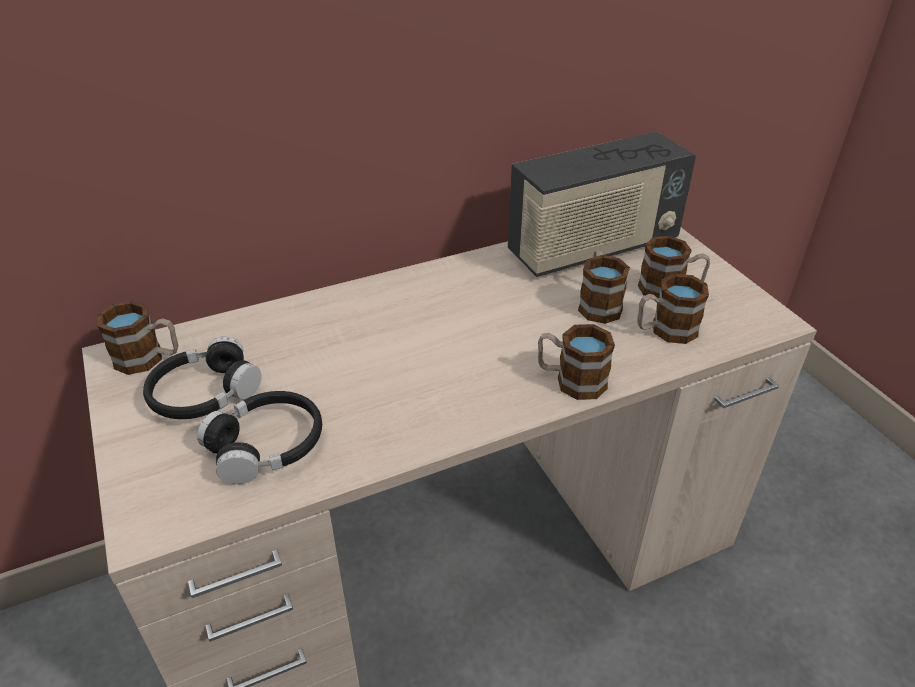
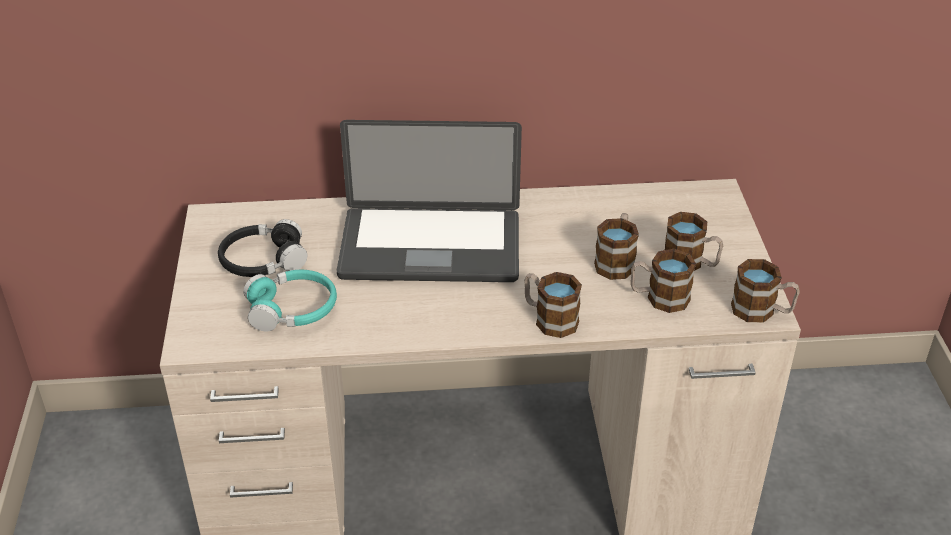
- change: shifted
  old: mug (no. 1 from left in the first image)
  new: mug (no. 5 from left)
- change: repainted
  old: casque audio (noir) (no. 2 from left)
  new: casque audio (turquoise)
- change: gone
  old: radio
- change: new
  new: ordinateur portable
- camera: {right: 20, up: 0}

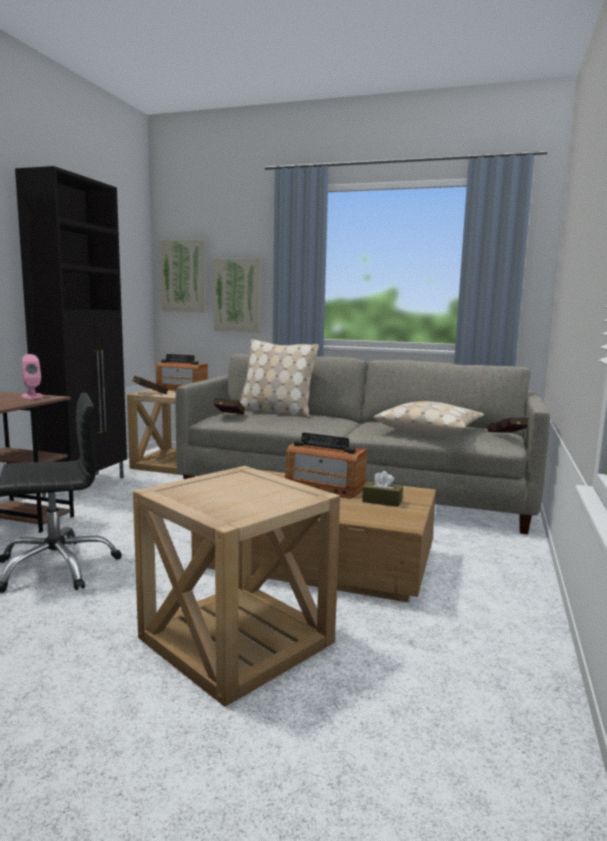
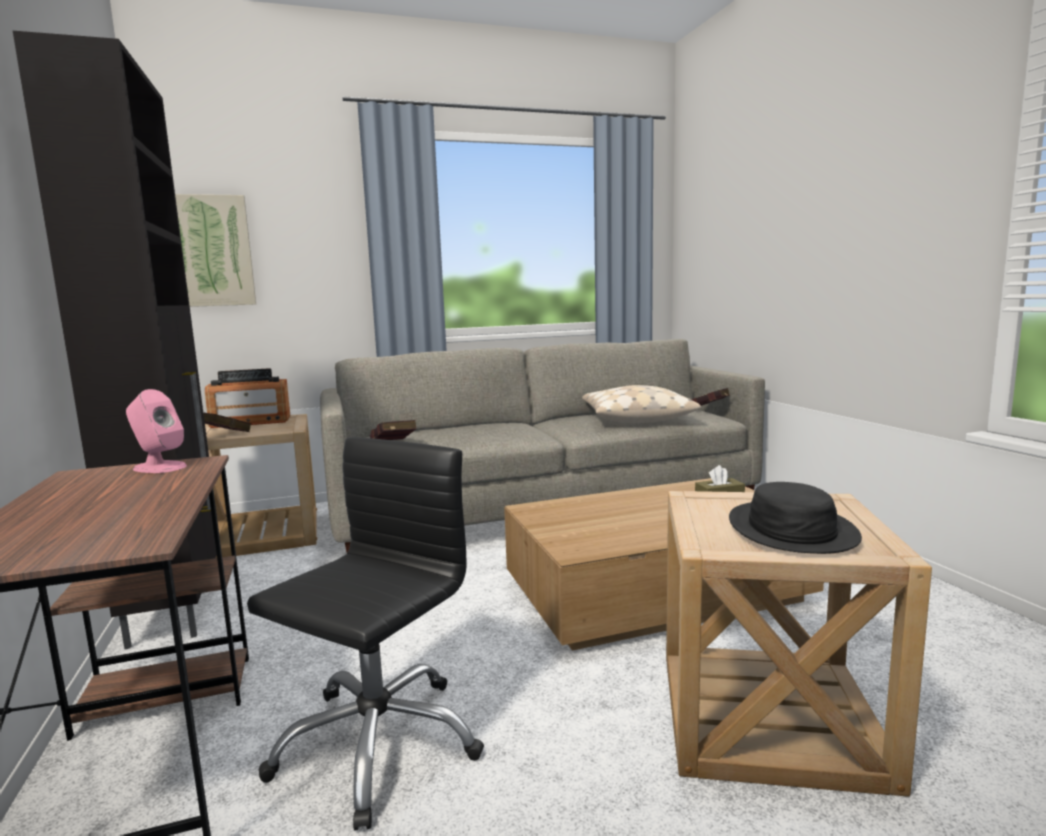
- change: gone
  old: tableau (no. 2 from left)
- change: gone
  old: coussin (beige) (no. 1 from left)
- change: gone
  old: radio (no. 2 from left)
- change: new
  new: chapeau (noir)
- camera: {right: -35, up: 0}

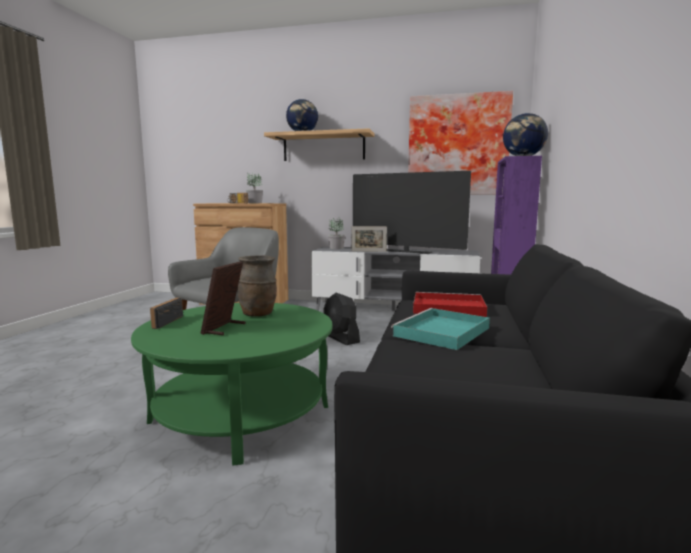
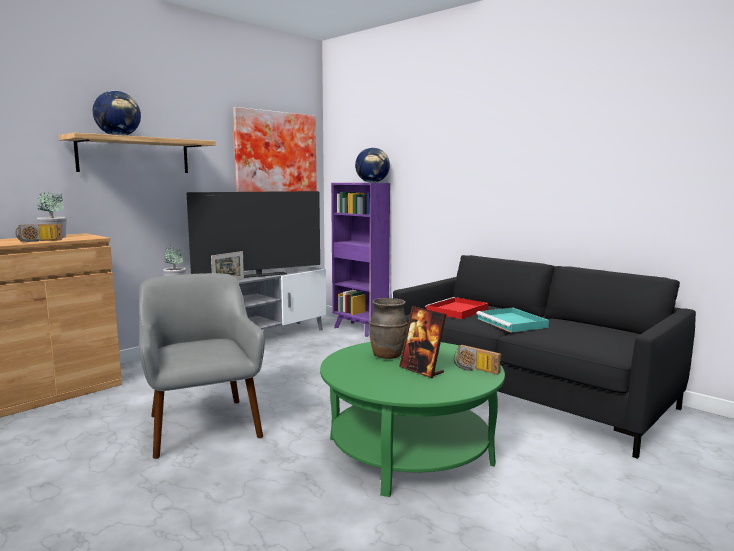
- change: shifted
  old: radio (no. 1 from left in the first image)
  new: radio (no. 2 from left)
- change: gone
  old: ventilateur (noir)
- camera: {right: -60, up: 0}

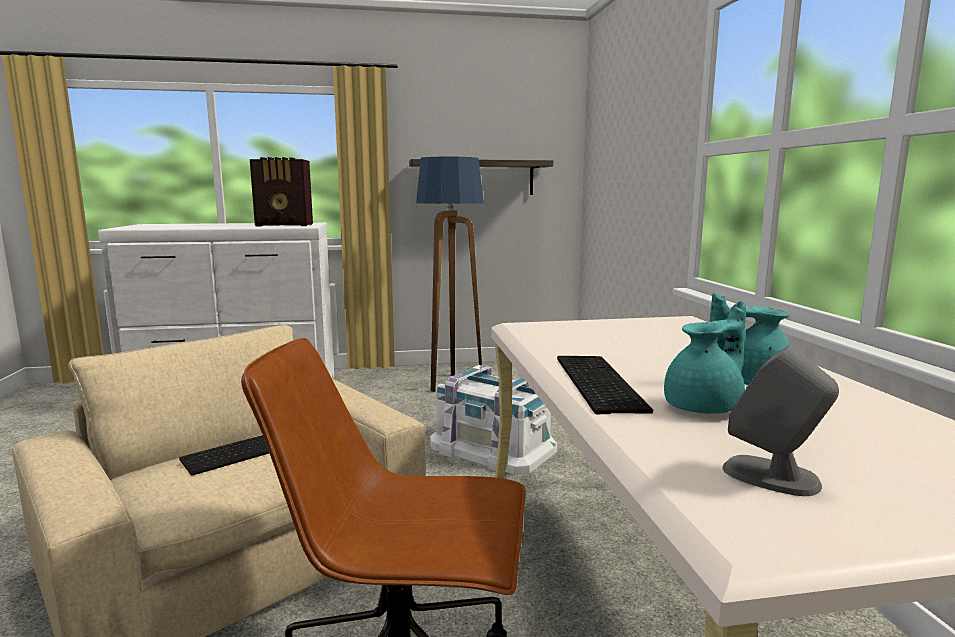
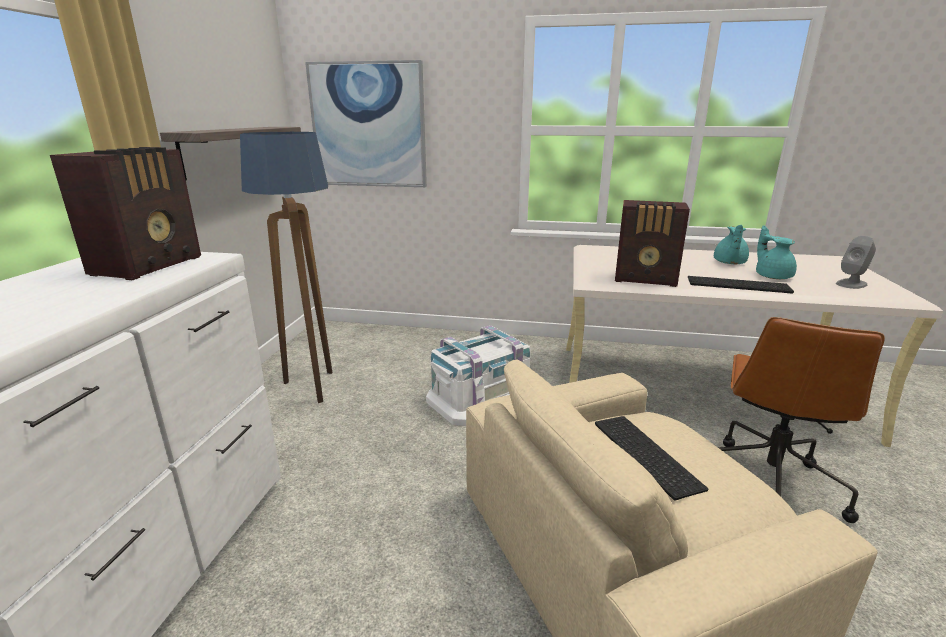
- change: new
  new: tableau
- change: new
  new: radio (no. 2 from left)
- camera: {right: -70, up: 10}

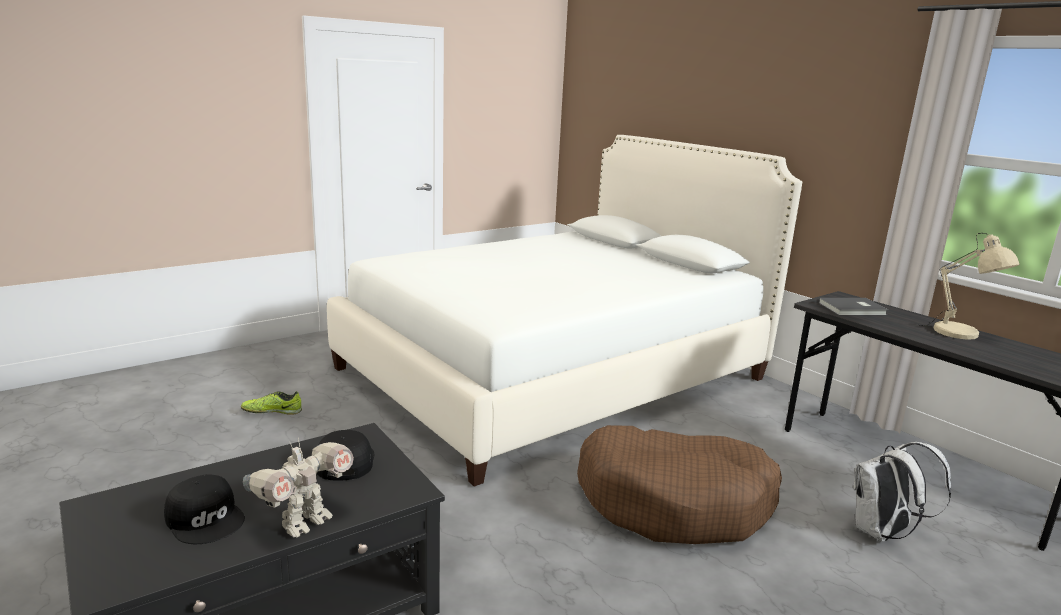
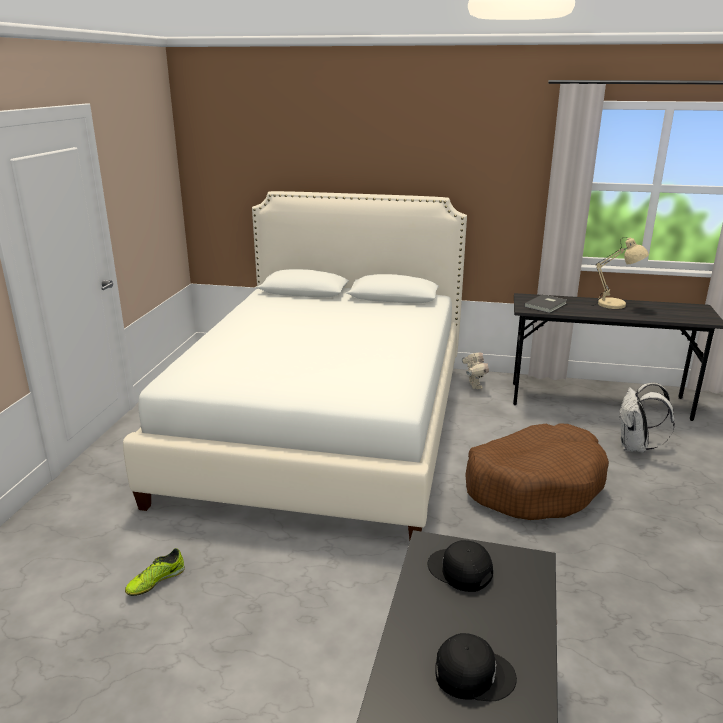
- change: shifted
  old: robot jouet
- camera: {right: -40, up: 5}

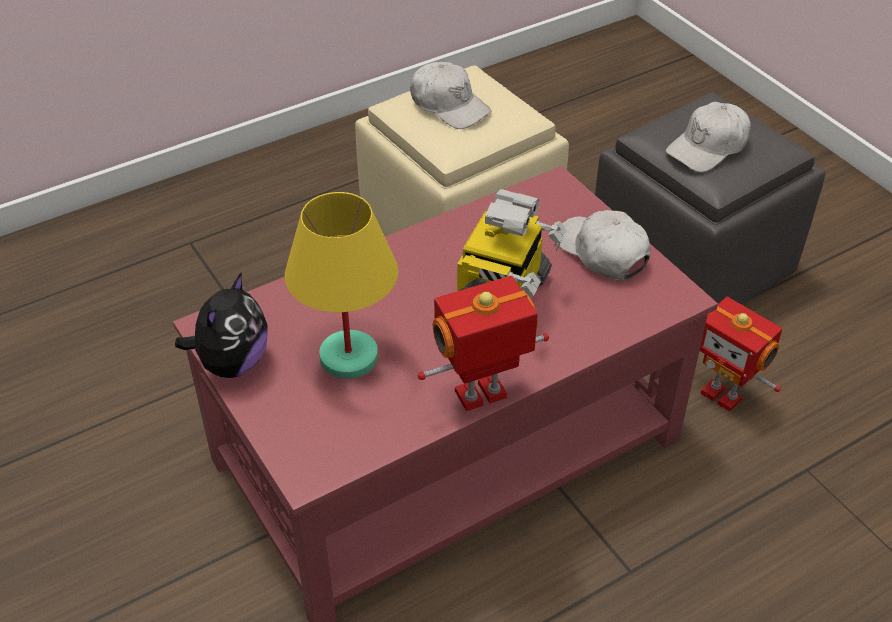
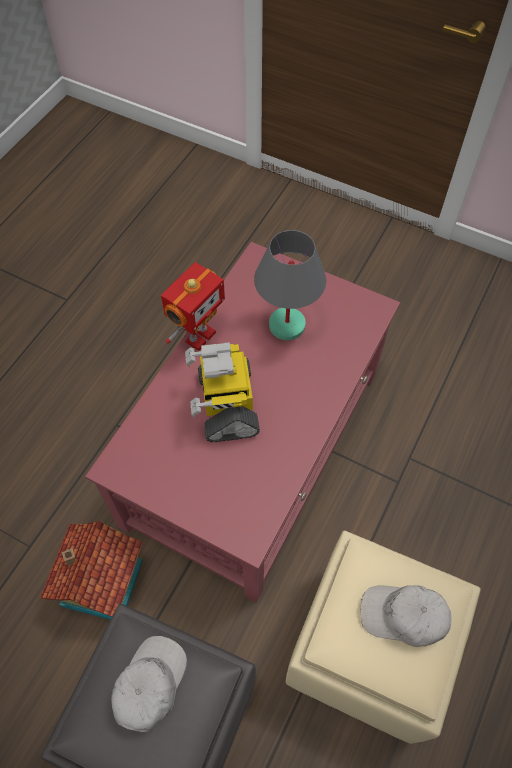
- change: gone
  old: peluche
- change: repainted
  old: lampe de table (jaune)
  new: lampe de table (gris)
- change: gone
  old: casquette (blanc) (no. 2 from left)
- change: swapped
  old: robot jouet (no. 3 from left)
  new: maison miniature
- camera: {right: 150, up: 15}

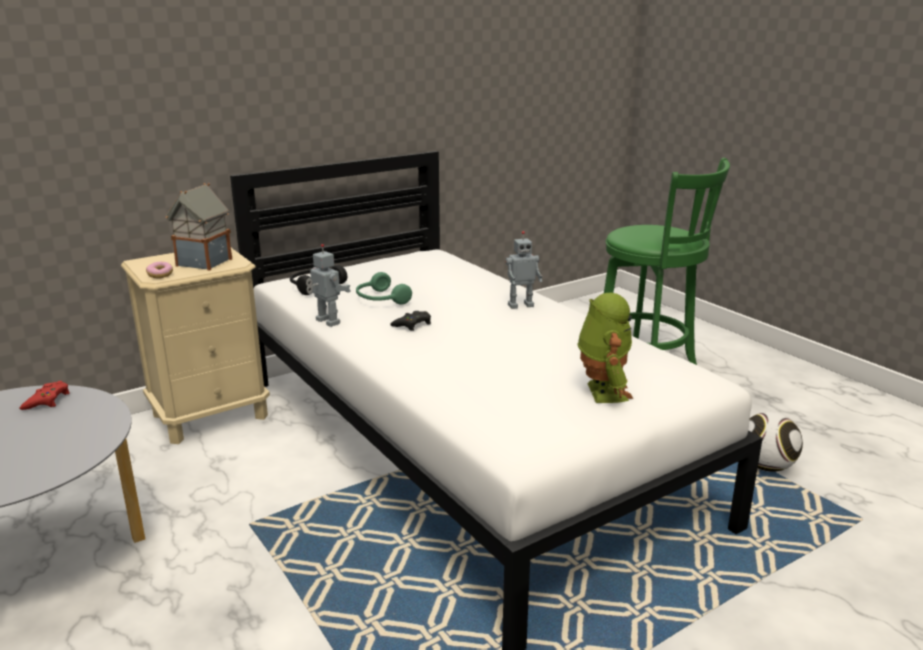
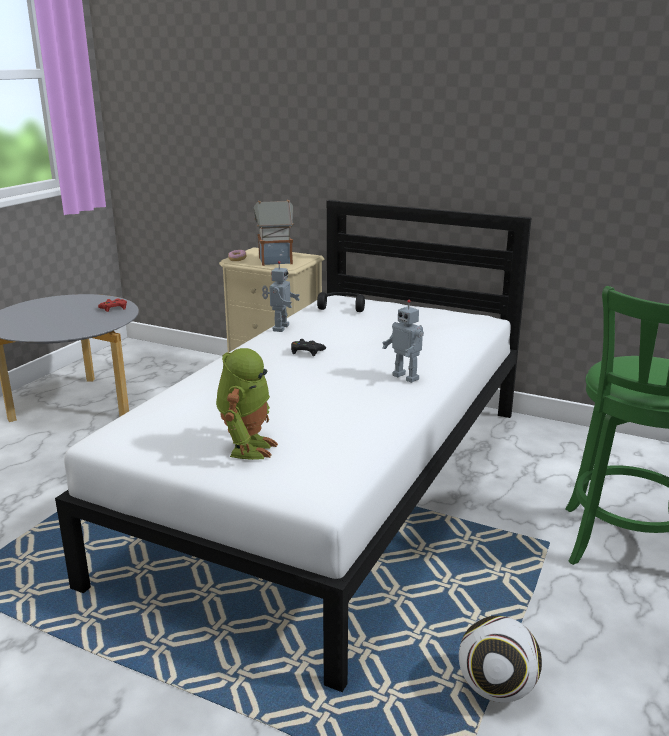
- change: gone
  old: casque audio (vert)
- change: rotated
  old: robot jouet (no. 3 from left in the first image)
  degrees: -45
- camera: {right: 60, up: 0}

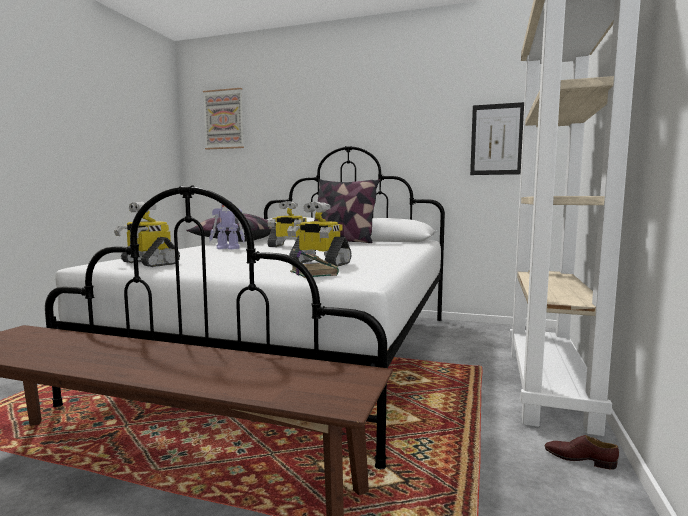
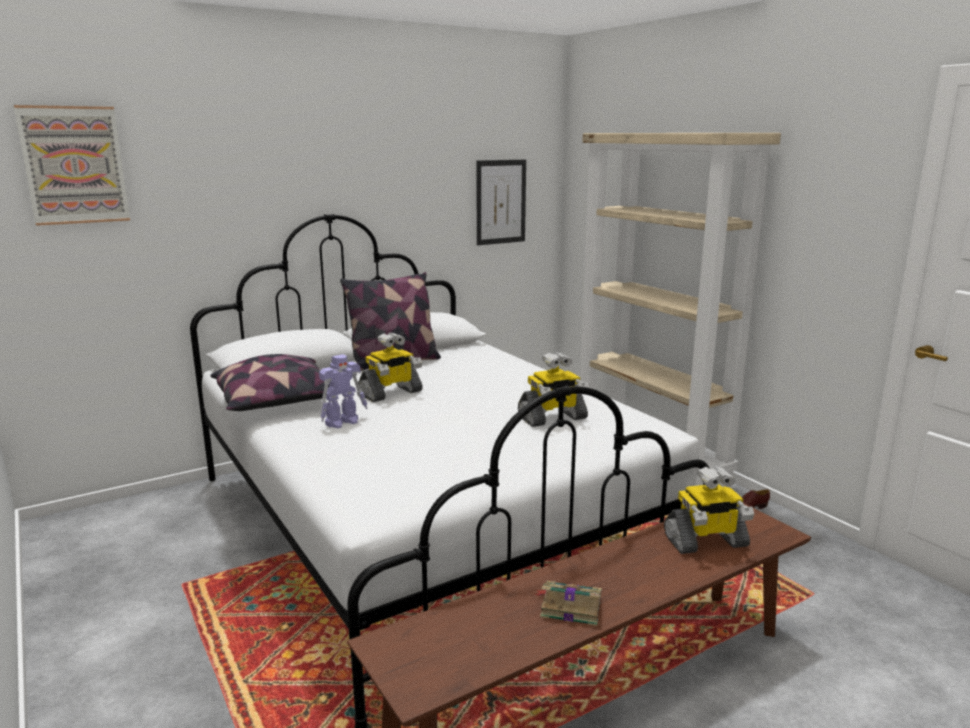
- change: shifted
  old: robot jouet (no. 1 from left in the first image)
  new: robot jouet (no. 4 from left)
- change: shifted
  old: livre
- camera: {right: -50, up: 10}

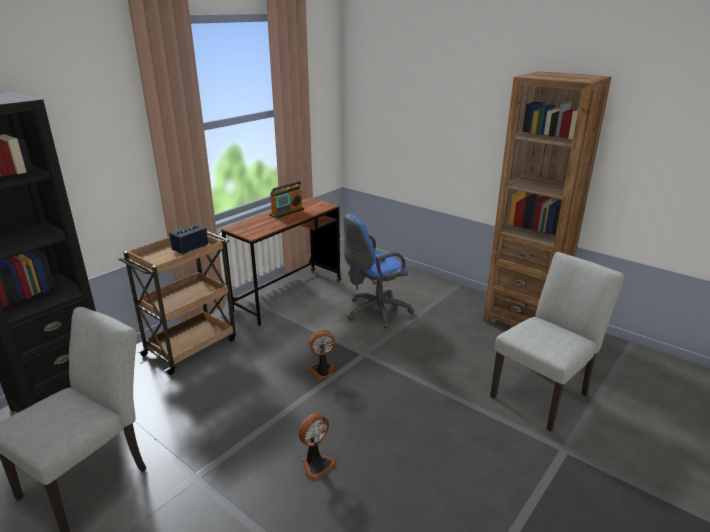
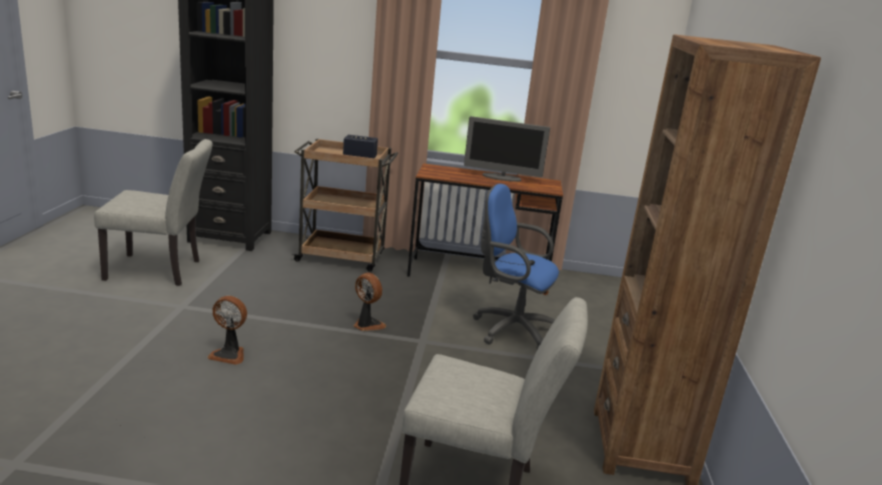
- change: swapped
  old: radio
  new: écran d'ordinateur
- camera: {right: 55, up: -5}

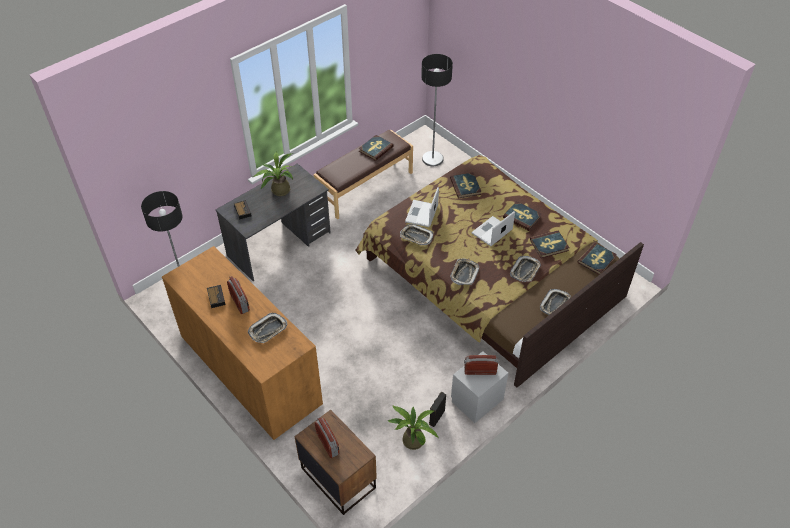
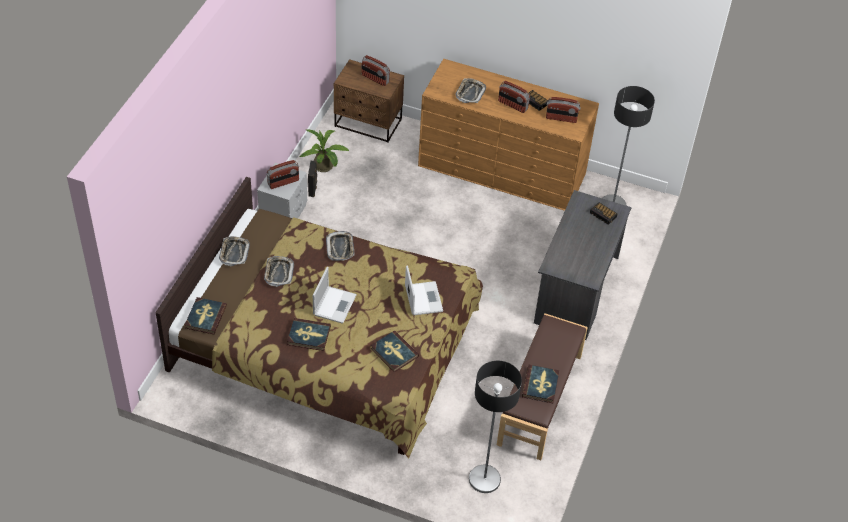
- change: gone
  old: plante en pot (no. 1 from left)
- change: gone
  old: plateau (no. 2 from left)
- change: gone
  old: livre (no. 4 from left)
- change: new
  new: radio (no. 4 from left)
- camera: {right: 150, up: 0}

